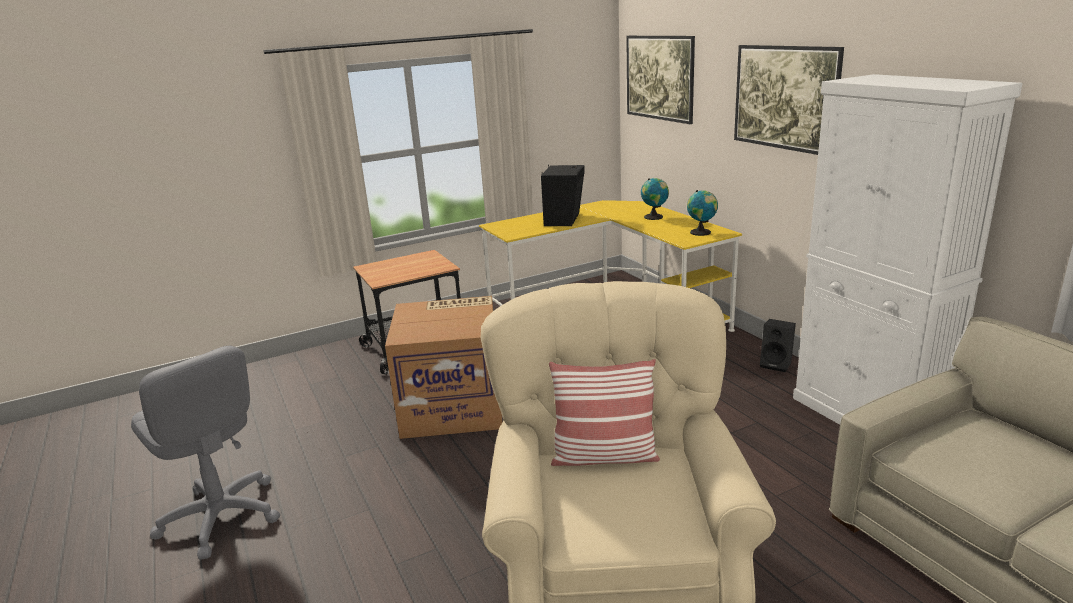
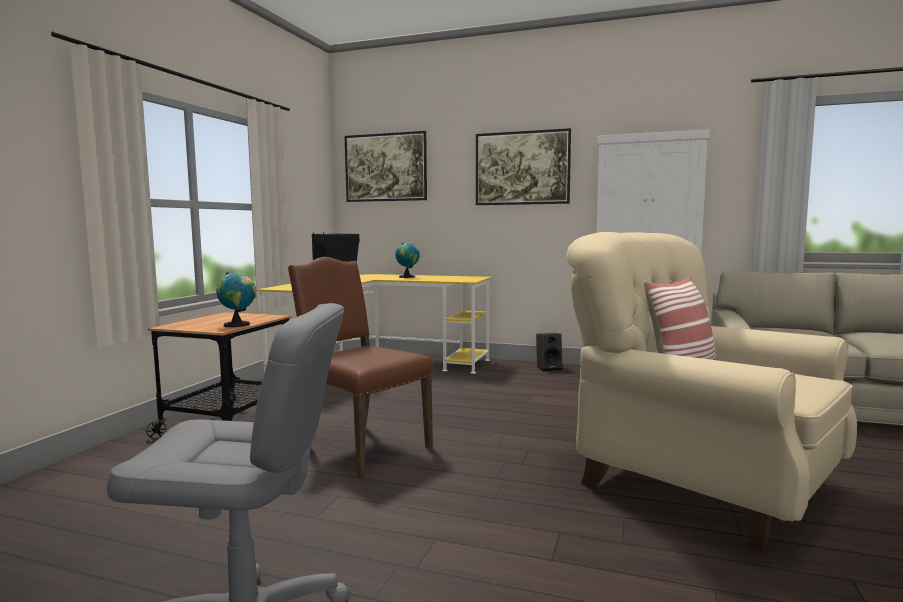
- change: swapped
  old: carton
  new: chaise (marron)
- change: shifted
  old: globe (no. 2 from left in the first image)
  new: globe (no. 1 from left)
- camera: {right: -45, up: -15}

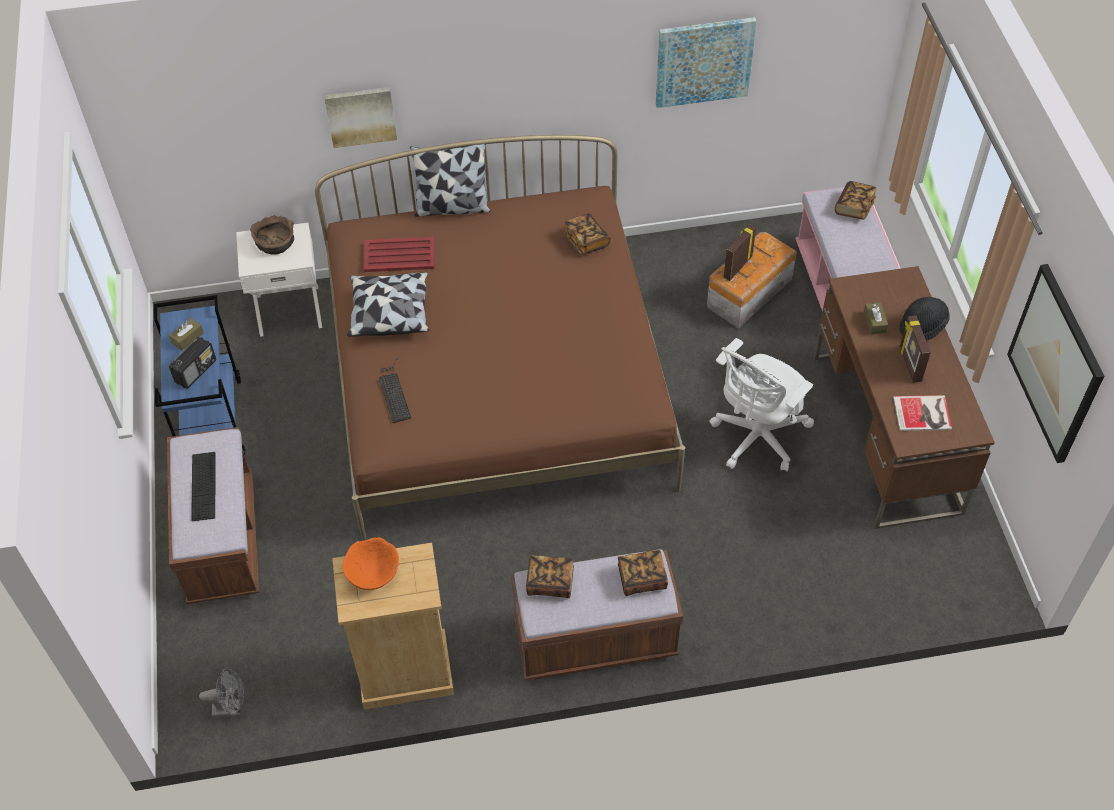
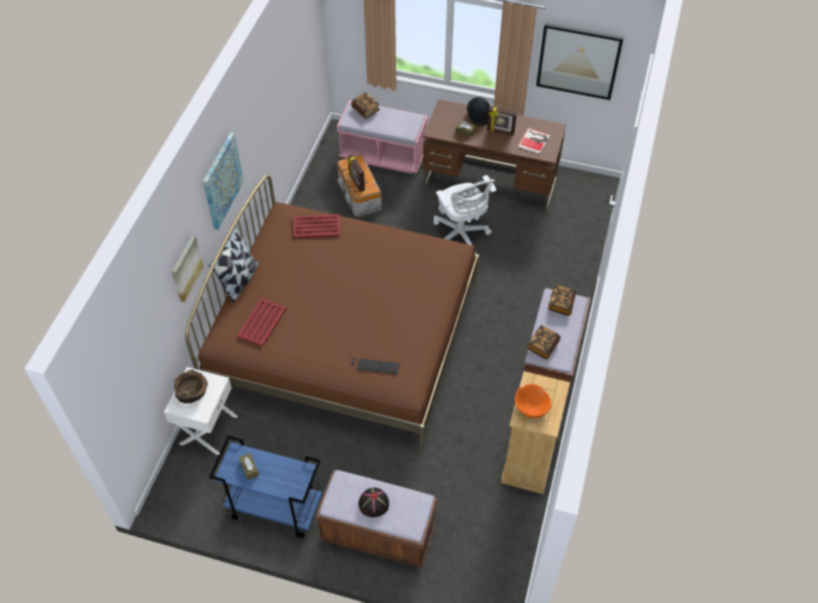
- change: gone
  old: radio
- change: swapped
  old: clavier (no. 1 from left)
  new: chapeau (noir) (no. 1 from left)
- change: gone
  old: ventilateur (gris)
- change: gone
  old: coussin (no. 1 from left)
- change: swapped
  old: livre (no. 2 from left)
  new: plateau (rouge) (no. 2 from left)
- change: shifted
  old: tableau (no. 2 from left)
- camera: {right: -65, up: 0}

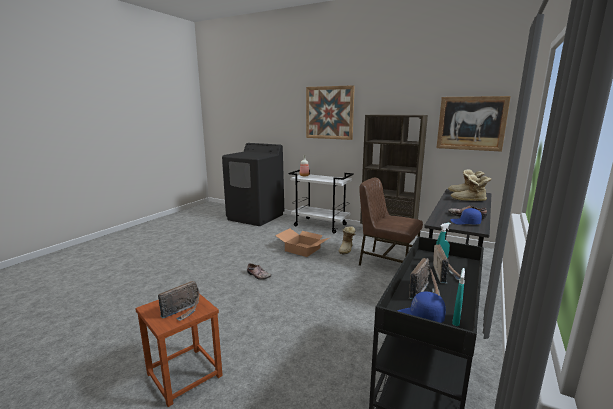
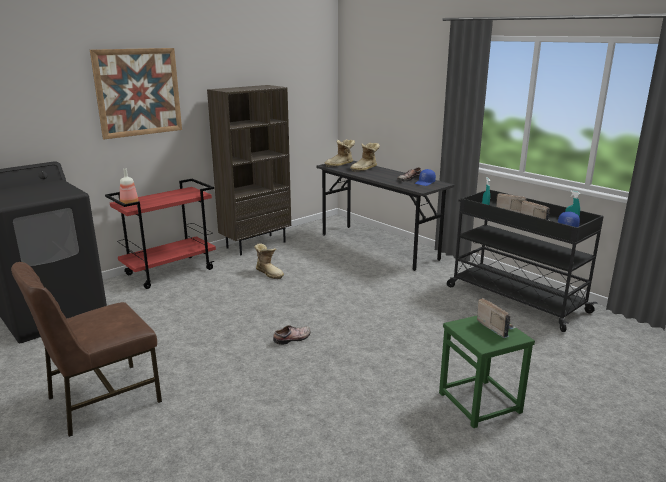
- change: repainted
  old: tabouret (marron)
  new: tabouret (vert)
- change: gone
  old: carton
- change: repainted
  old: chariot (blanc)
  new: chariot (rouge)
- change: shifted
  old: chaise (marron)
- change: gone
  old: tableau (no. 2 from left)
- camera: {right: -70, up: 5}

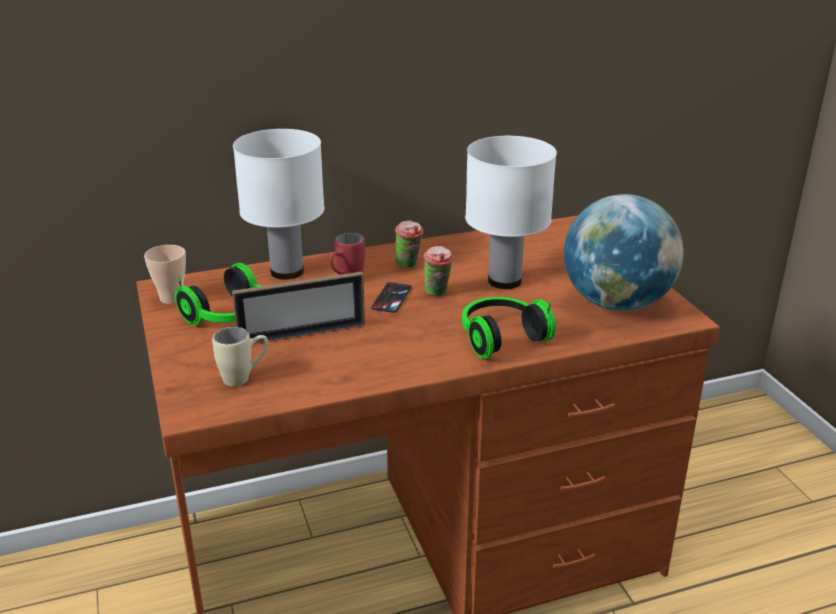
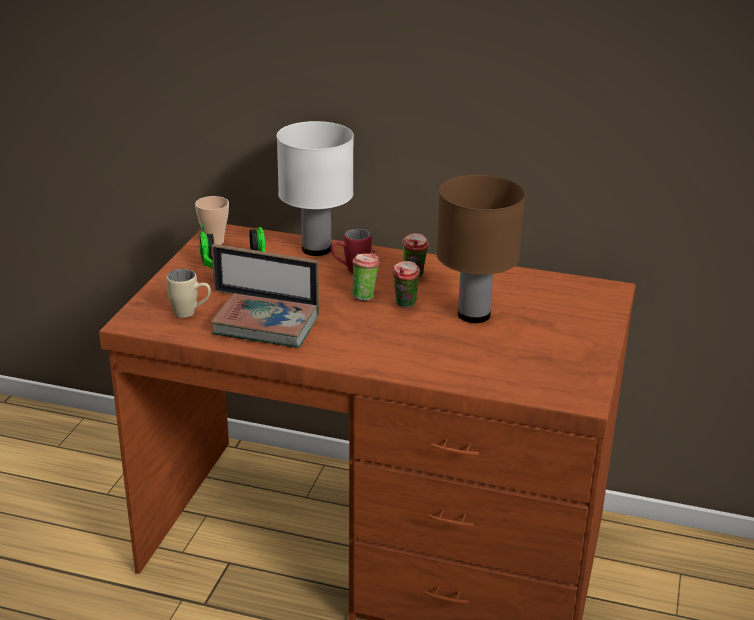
- change: swapped
  old: téléphone
  new: tasse (no. 2 from left)
- change: gone
  old: casque audio (no. 2 from left)
- change: repainted
  old: lampe de table (blanc) (no. 2 from left)
  new: lampe de table (marron)
- change: gone
  old: globe
- change: new
  new: livre
- camera: {right: 35, up: 0}

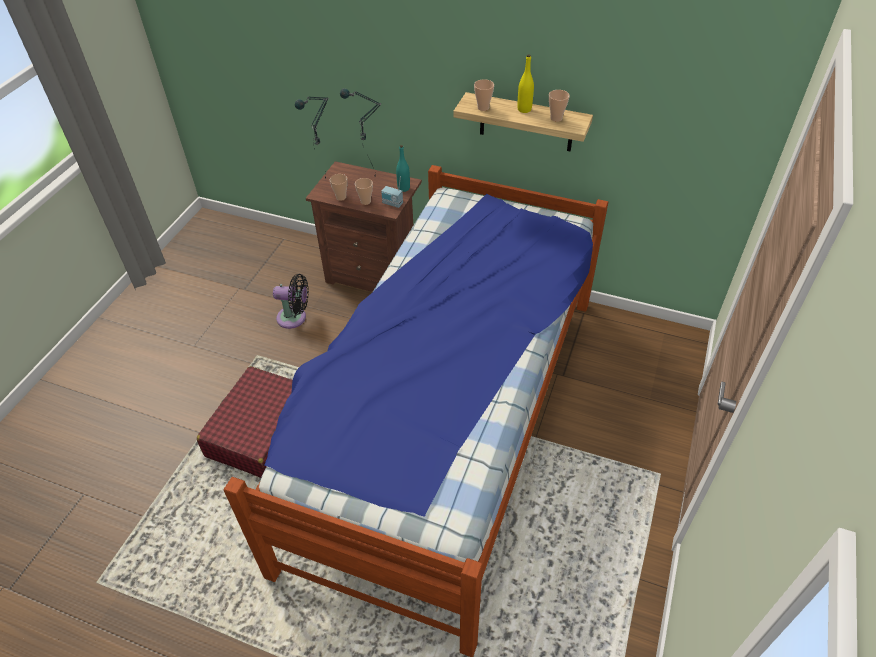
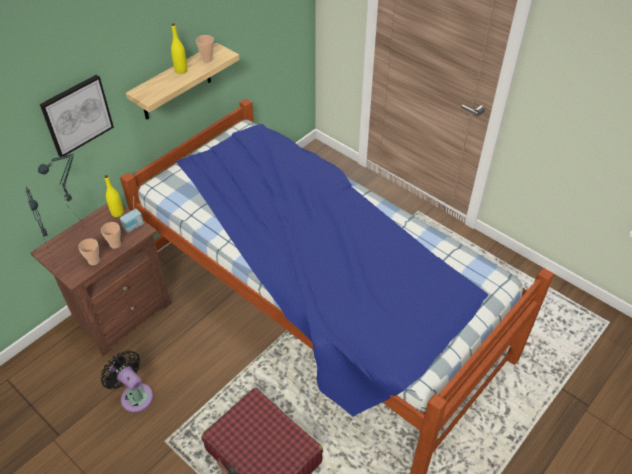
- change: rotated
  old: ventilateur (noir)
  degrees: -75
- change: repainted
  old: bouteille (turquoise)
  new: bouteille (jaune) (no. 1 from left)
- change: gone
  old: tasse (no. 3 from left)
- change: new
  new: tableau
- camera: {right: -70, up: 0}

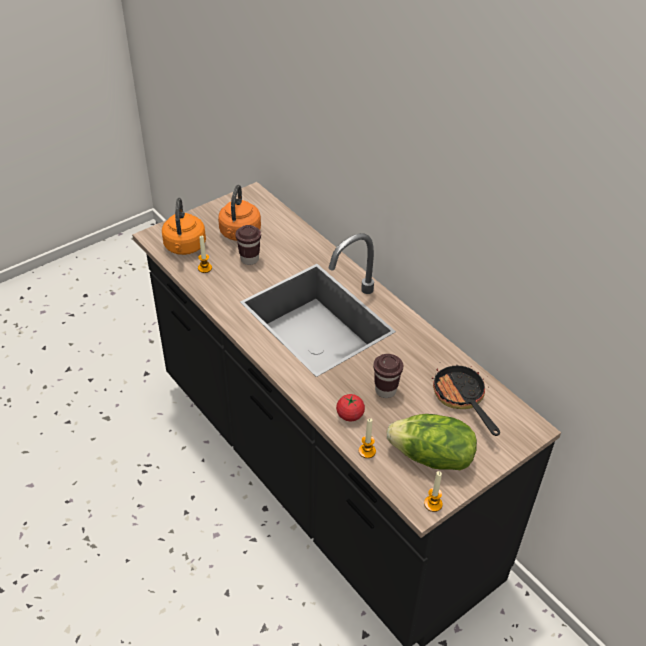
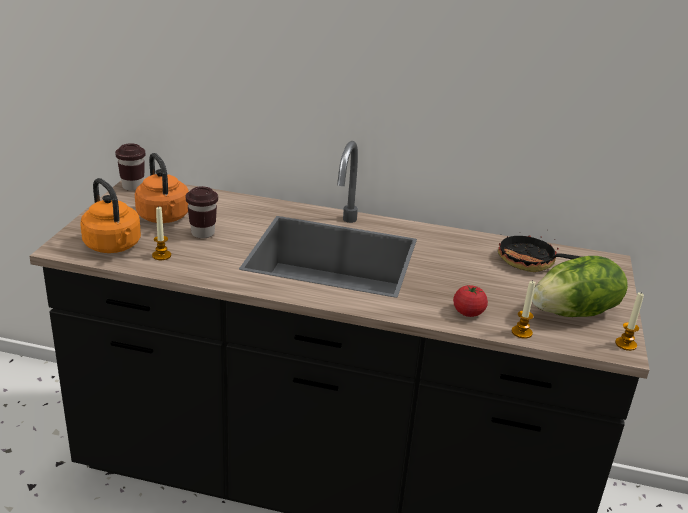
- change: shifted
  old: tasse (marron) (no. 2 from left in the first image)
  new: tasse (marron) (no. 1 from left)
- camera: {right: -40, up: -15}

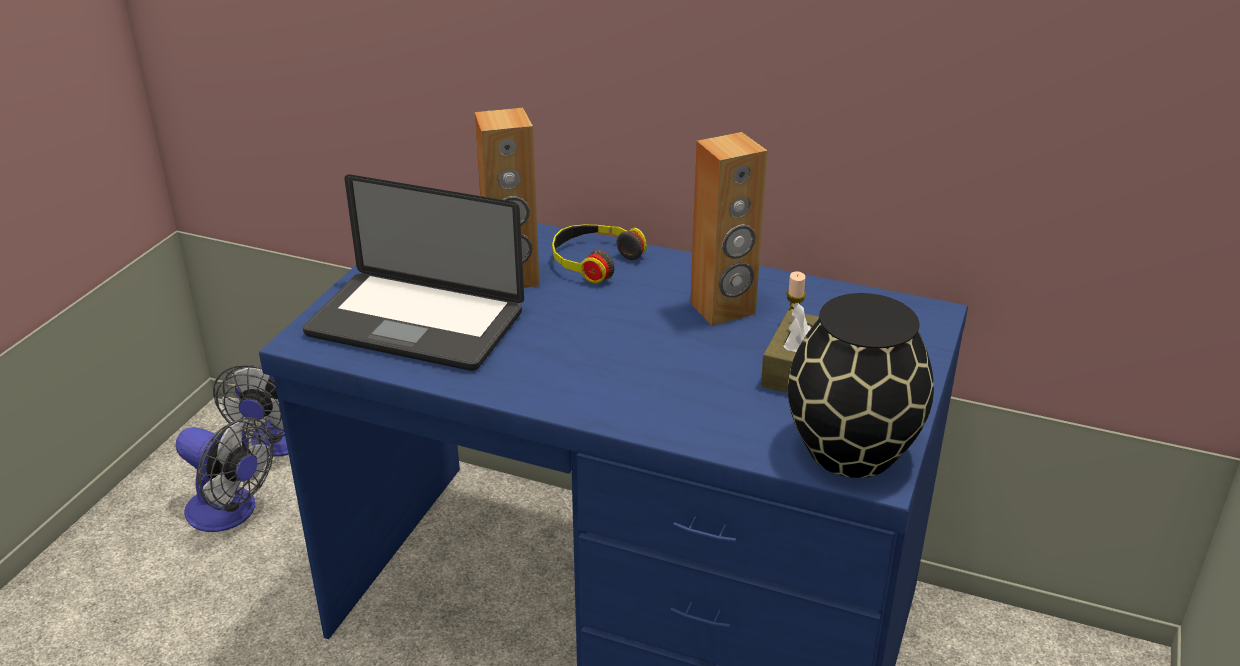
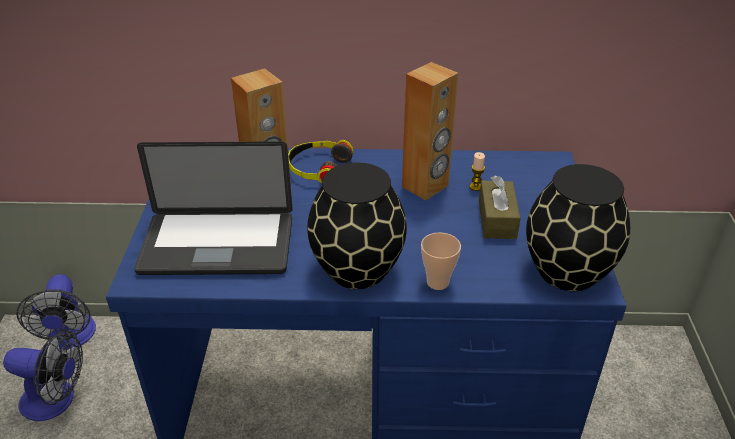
- change: new
  new: vase (noir) (no. 1 from left)
- change: new
  new: tasse
- camera: {right: -20, up: 5}

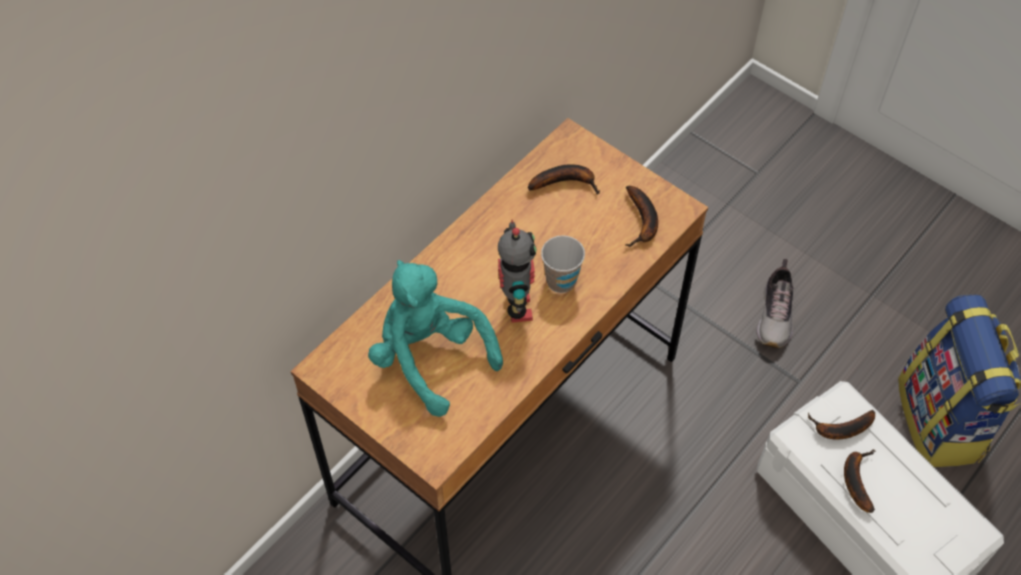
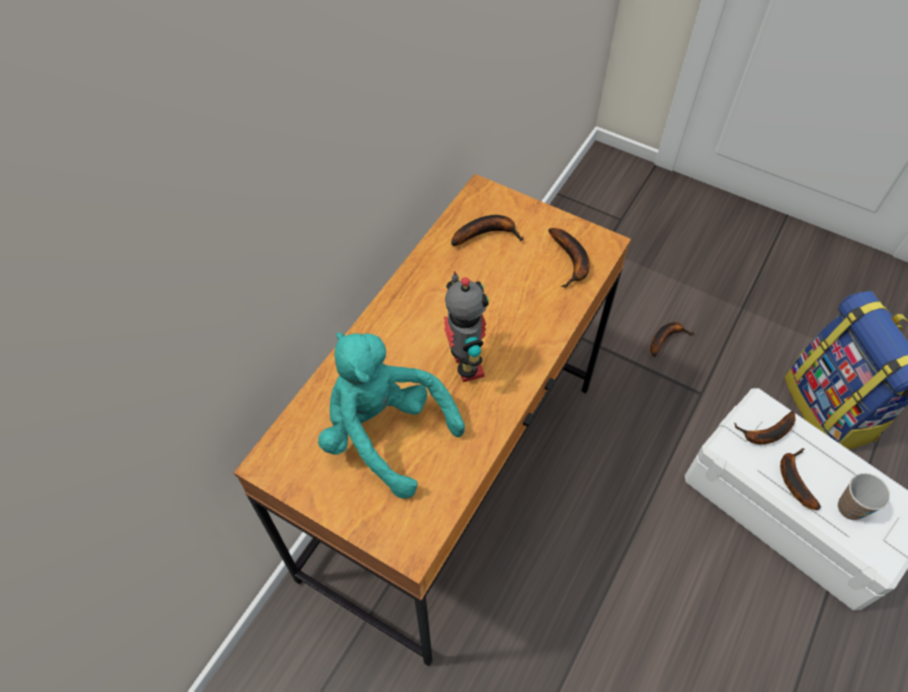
- change: shifted
  old: tasse
- change: swapped
  old: chaussure
  new: banane (no. 3 from left)
- camera: {right: -10, up: 0}

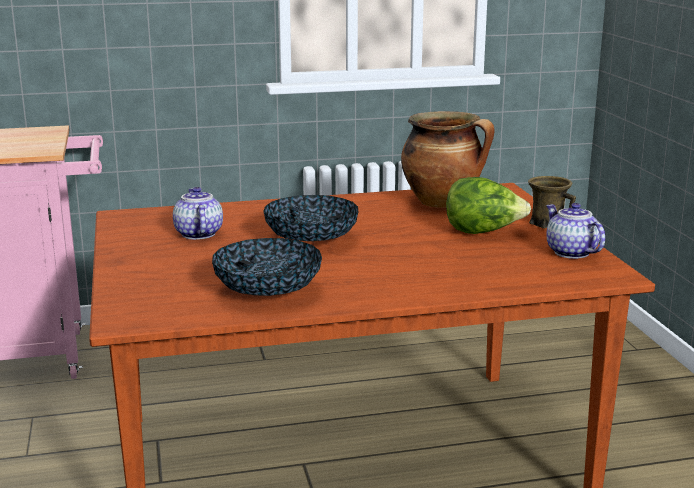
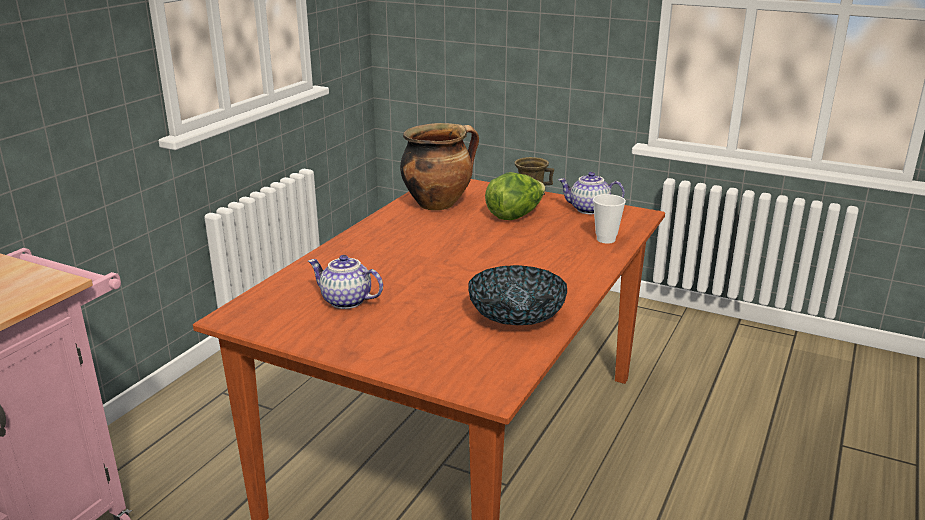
- change: gone
  old: bol (no. 2 from left)
- change: new
  new: tasse
- camera: {right: -50, up: 5}

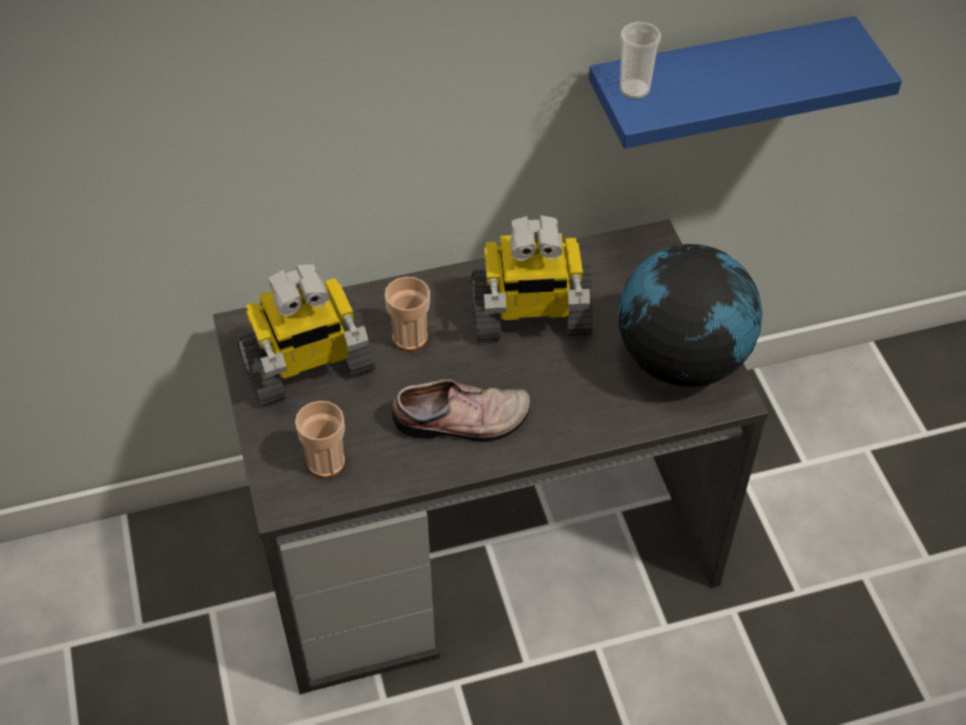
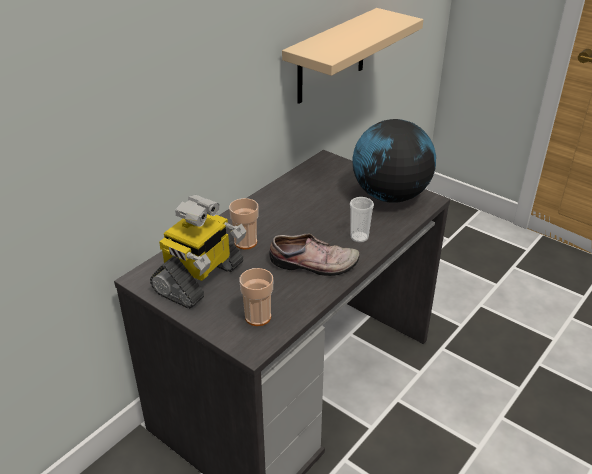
- change: rotated
  old: chaussure
  degrees: 45
- change: gone
  old: robot jouet (no. 2 from left)
- change: repainted
  old: étagère (bleu)
  new: étagère (beige)
- change: shifted
  old: tasse (no. 3 from left)
- camera: {right: -35, up: -15}

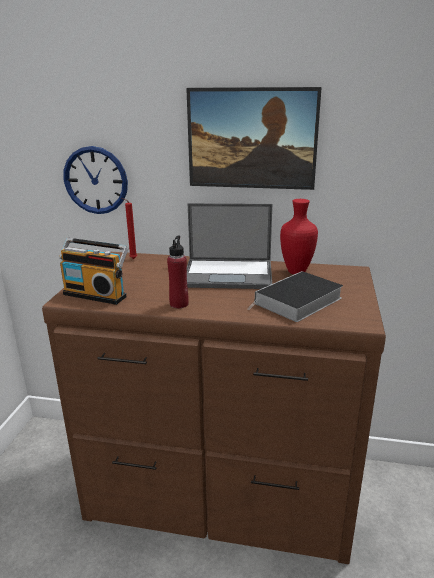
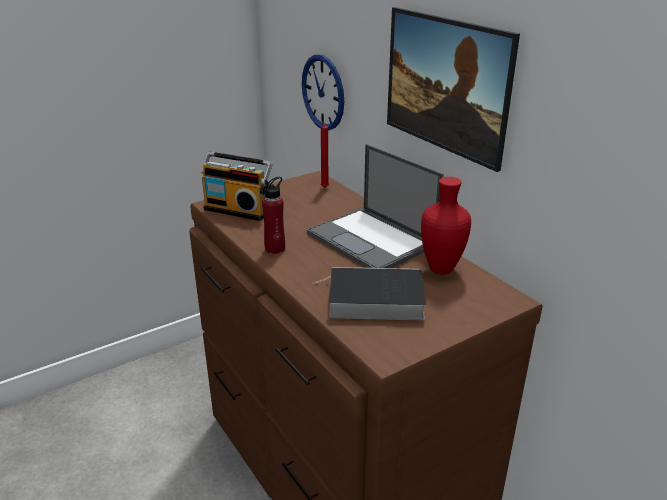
- change: rotated
  old: radio
  degrees: -45
- camera: {right: 45, up: 5}

